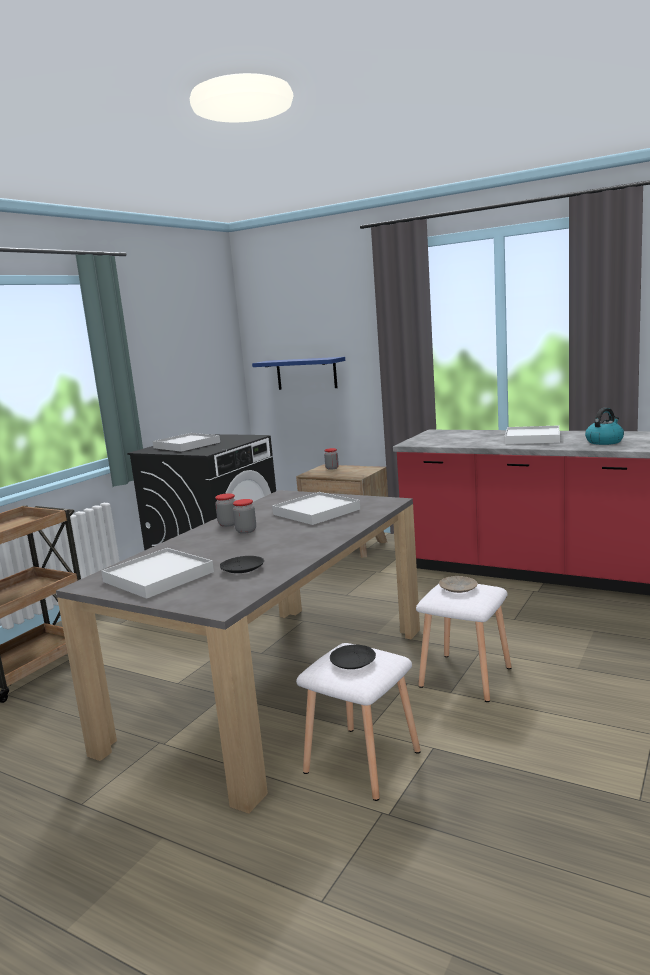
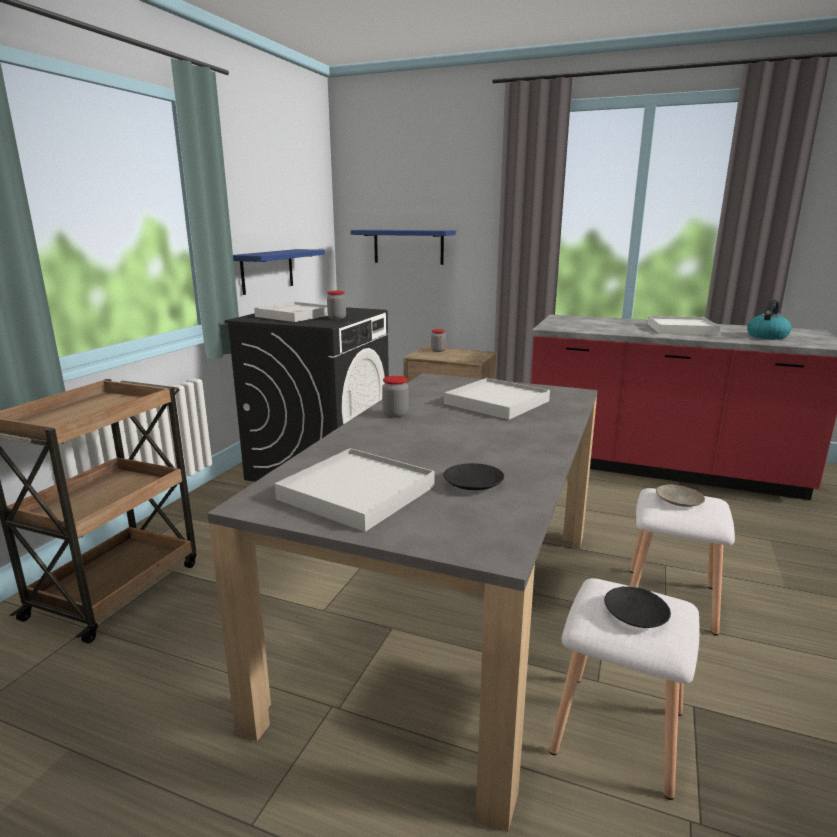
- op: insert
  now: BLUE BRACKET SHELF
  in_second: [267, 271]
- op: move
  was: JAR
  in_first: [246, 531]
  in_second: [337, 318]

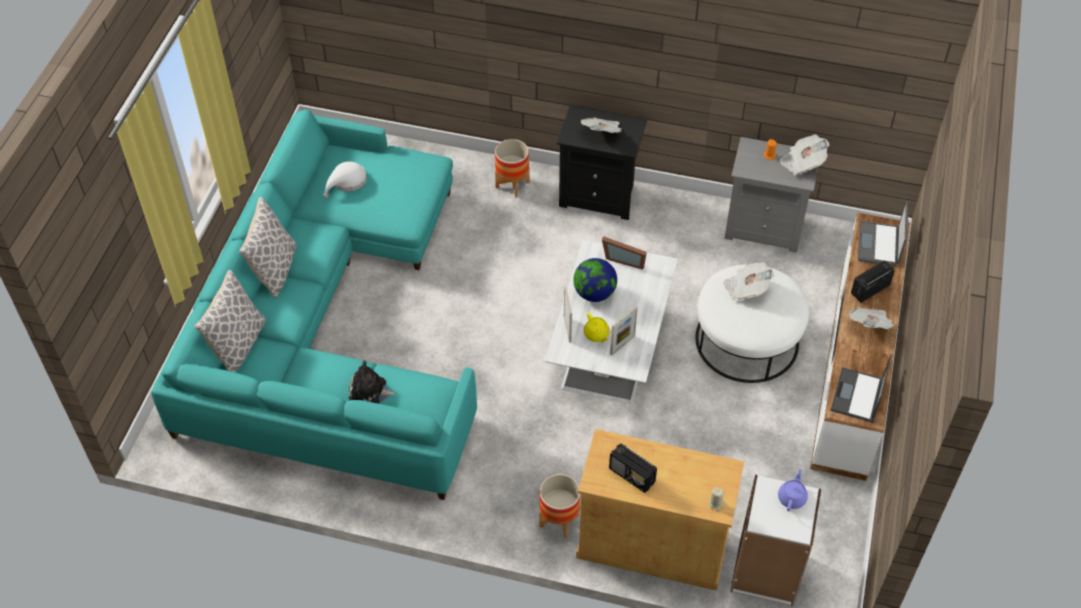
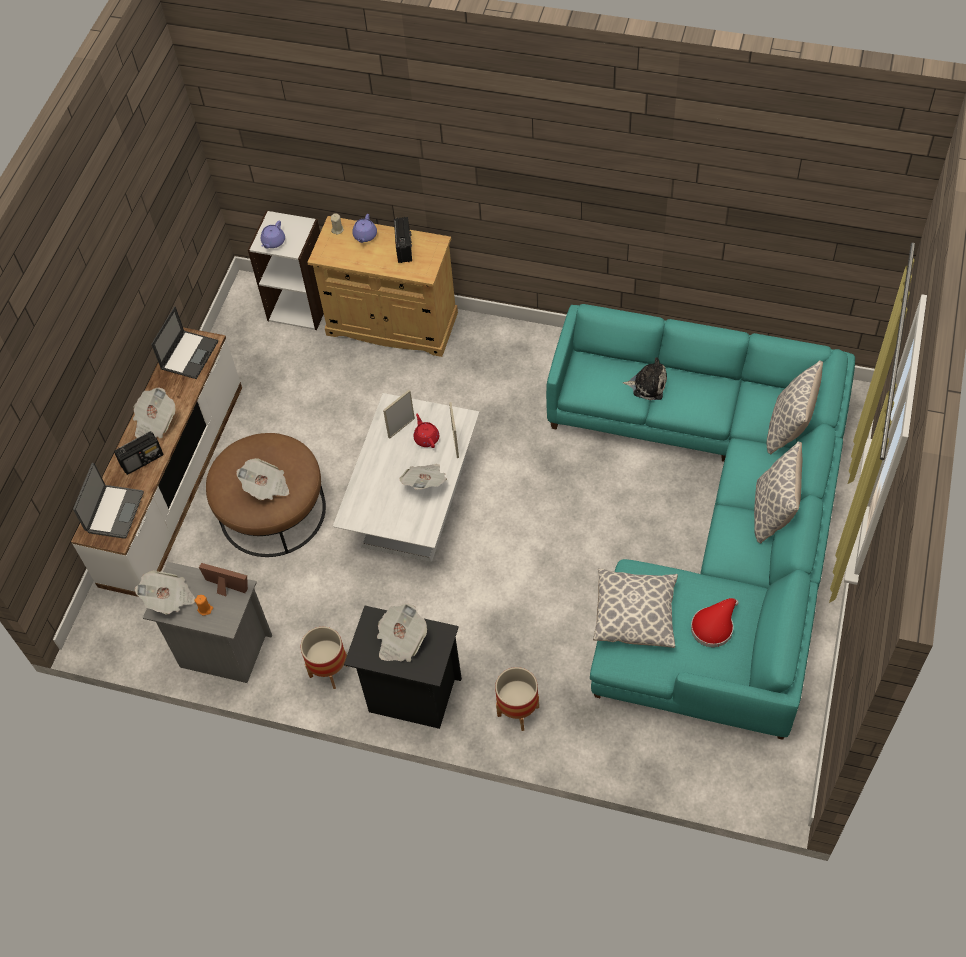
- op: insert
  now: PURPLE POT FOR TEA
  in_second: [365, 236]
- op: insert
  now: PILLOW
  in_second: [635, 615]
- op: move
  was: FLOWER POT
  in_first: [559, 521]
  in_second: [329, 670]
- op: move
  was: STANDING FRAME
  in_first: [624, 259]
  in_second: [226, 589]
- op: replace
  was: WORLD GLOBE
  now: PRINTED PAPER
  in_first: [594, 293]
  in_second: [425, 483]
- op: recolor
  was: WHITE CLOTHING HAT
  now: REDDISH CLOTHING HAT
  in_first: [347, 181]
  in_second: [714, 626]
- op: recolor
  was: YELLOWISH POT FOR TEA
  now: REDDISH POT FOR TEA
  in_first: [596, 334]
  in_second: [426, 438]
- op: recolor
  was: WHITE FOOTREST
  now: BROWNISH FOOTREST
  in_first: [747, 340]
  in_second: [272, 510]
- op: rotate
  was: RADIO SET
  in_first: [632, 476]
  in_second: [404, 248]
  clockwise: 45

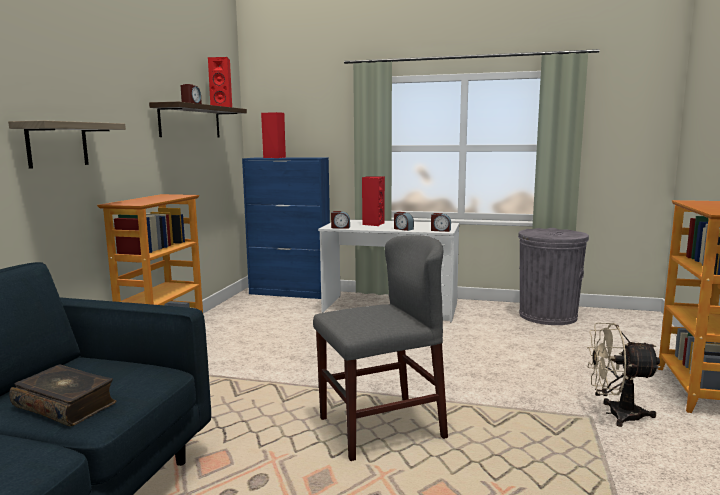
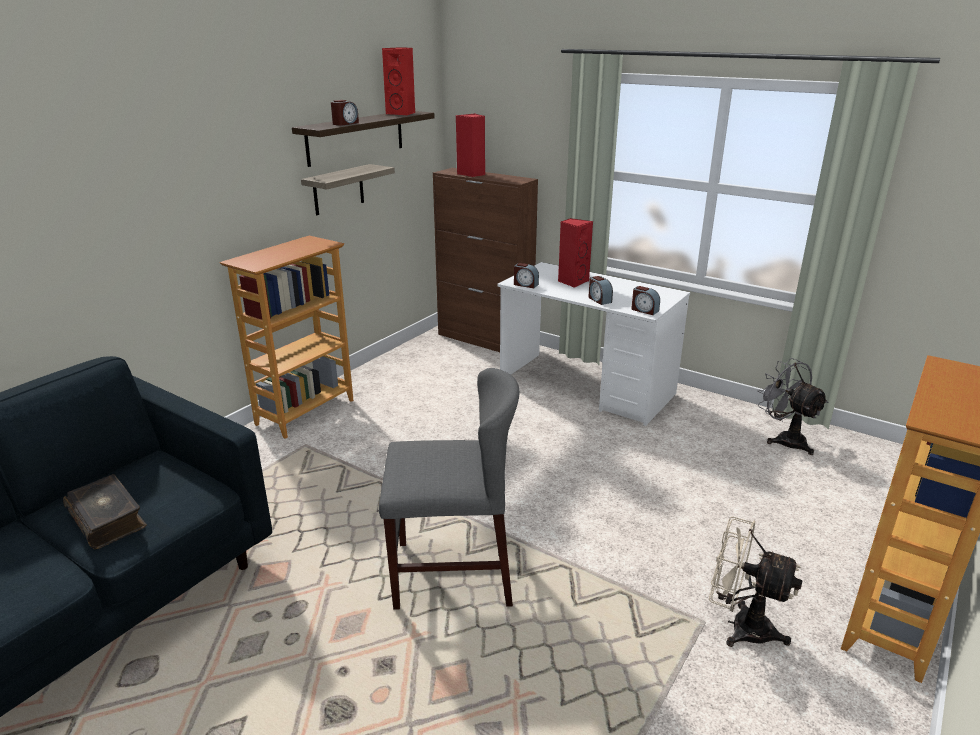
- op: move
  was: BRACKET SHELF
  in_first: [57, 144]
  in_second: [338, 190]
- op: replace
  was: GRAY RUBBISH BIN
  now: GRAY FAN
  in_first: [547, 316]
  in_second: [785, 439]
- op: recolor
  was: BLUE CUPBOARD
  now: BROWNISH CUPBOARD
  in_first: [290, 293]
  in_second: [485, 340]

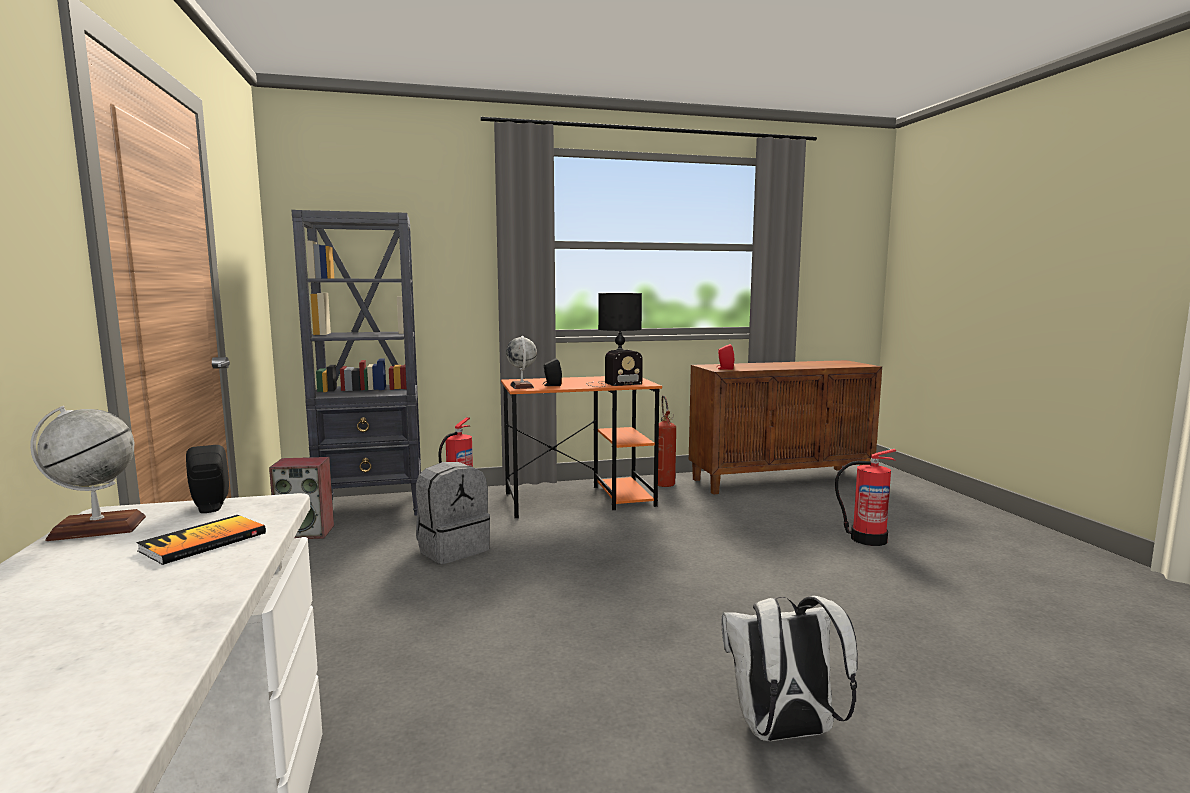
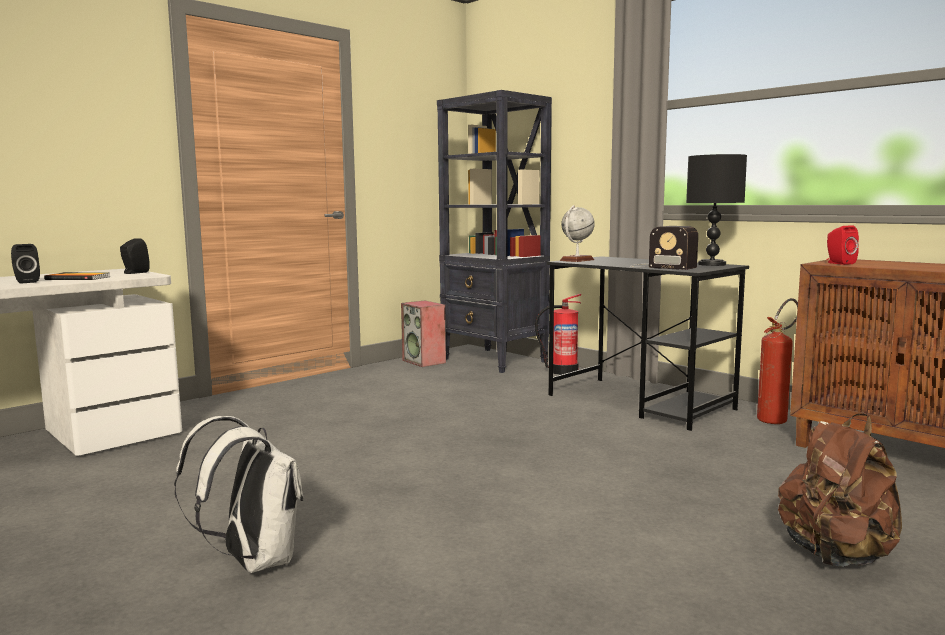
- op: delete
  was: WORLD GLOBE
  in_first: [97, 528]
- op: delete
  was: GRAY BACKPACK
  in_first: [452, 549]
- op: move
  was: BLACKISH AUDIO SPEAKER
  in_first: [551, 385]
  in_second: [26, 282]
- op: replace
  was: FIRE EXTINGUISHER
  now: BROWNISH BACKPACK
  in_first: [867, 539]
  in_second: [836, 556]
- op: recolor
  was: ORANGEY DESK
  now: BLACKISH DESK
  in_first: [580, 499]
  in_second: [640, 402]

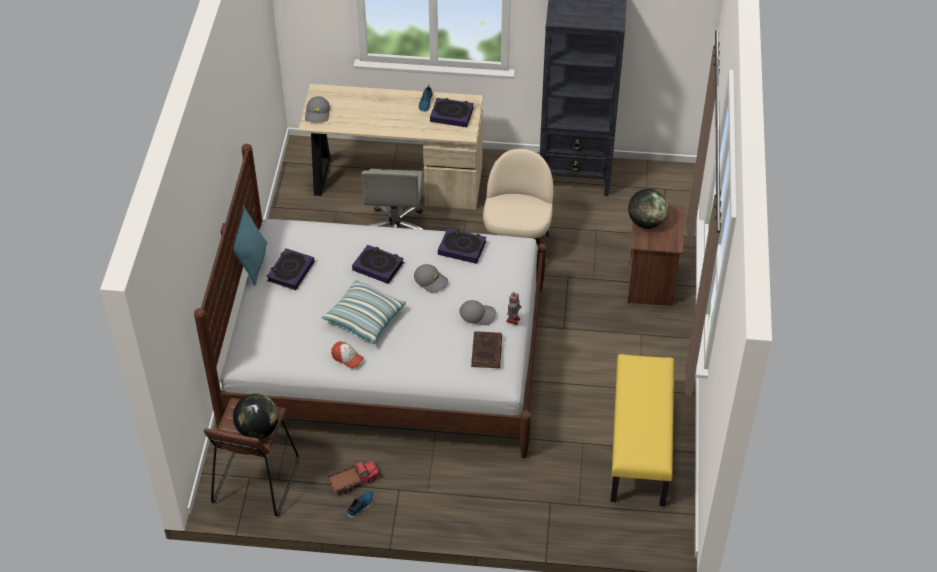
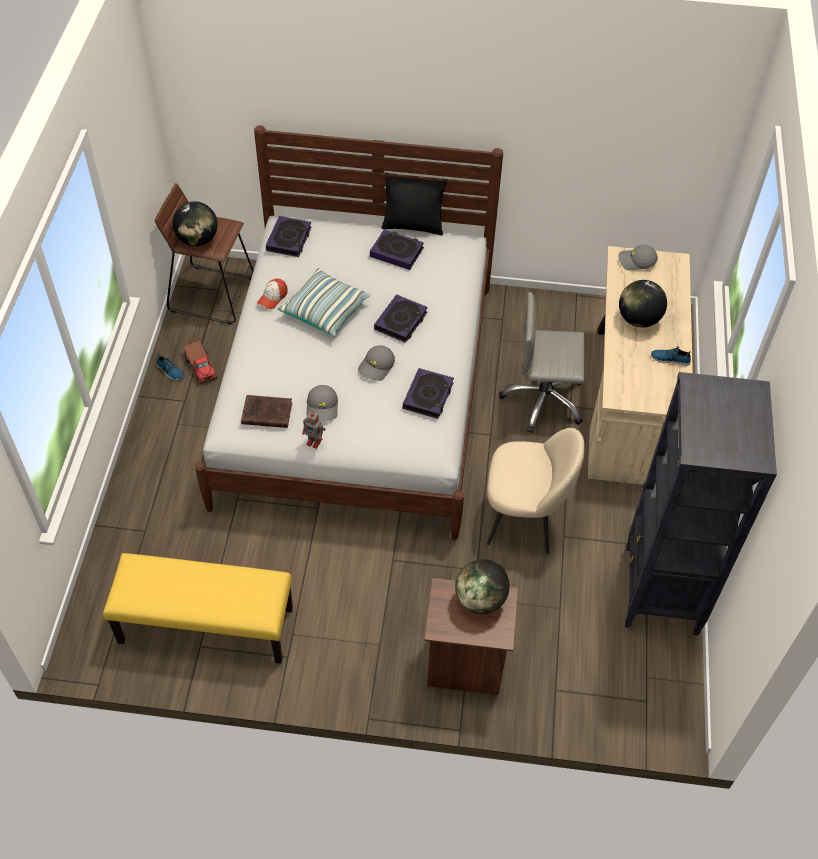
- op: insert
  now: WORLD GLOBE
  in_second: [638, 319]
- op: move
  was: VOLUME
  in_first: [452, 115]
  in_second: [289, 239]
- op: recolor
  was: TURQUOISE-COLOURED PILLOW
  now: BLACKISH PILLOW
  in_first: [253, 263]
  in_second: [413, 226]

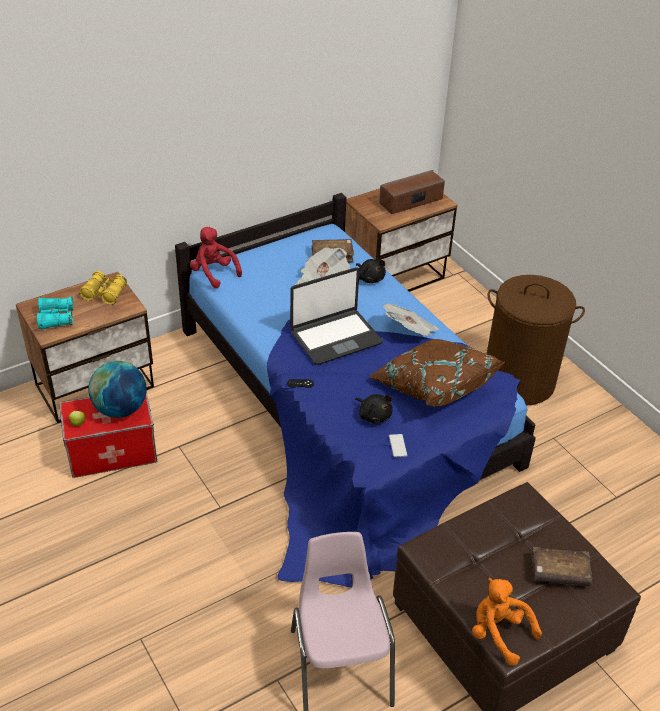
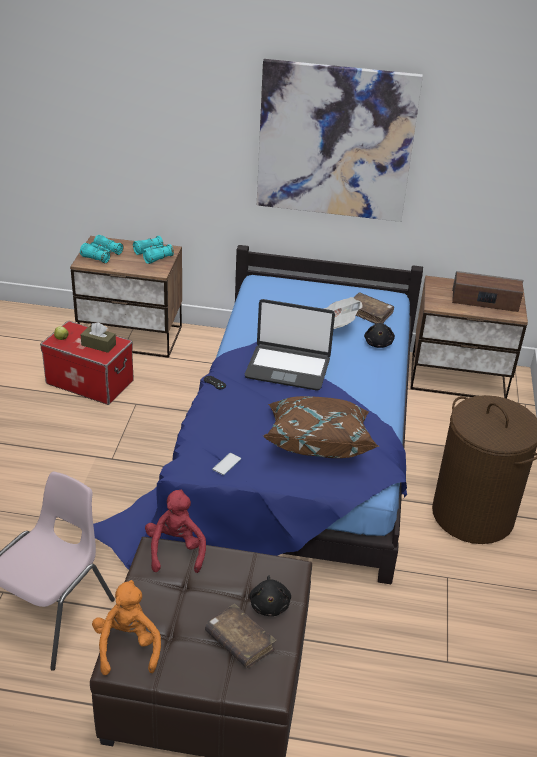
- op: delete
  was: PRINTED PAPER
  in_first: [410, 332]
- op: insert
  now: PICTURE
  in_second: [335, 142]
- op: move
  was: REDDISH SOFT TOY
  in_first: [214, 273]
  in_second: [176, 550]
- op: move
  was: BLACKISH SOFT TOY
  in_first: [374, 415]
  in_second: [269, 604]
- op: replace
  was: WORLD GLOBE
  now: BROWNISH BOX OF TISSUES
  in_first: [120, 409]
  in_second: [98, 345]
- op: recolor
  was: YELLOWISH BINOCULARS
  now: TURQUOISE-COLOURED BINOCULARS
  in_first: [104, 293]
  in_second: [153, 255]

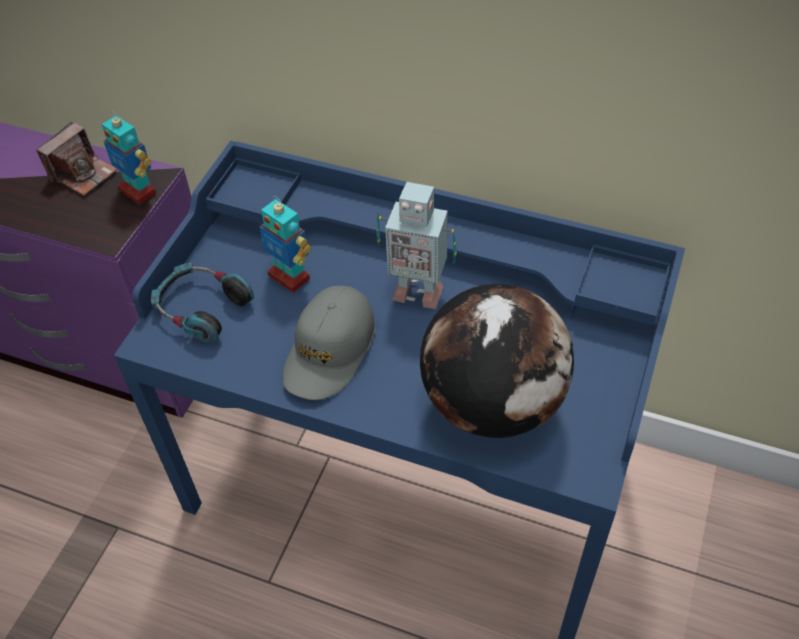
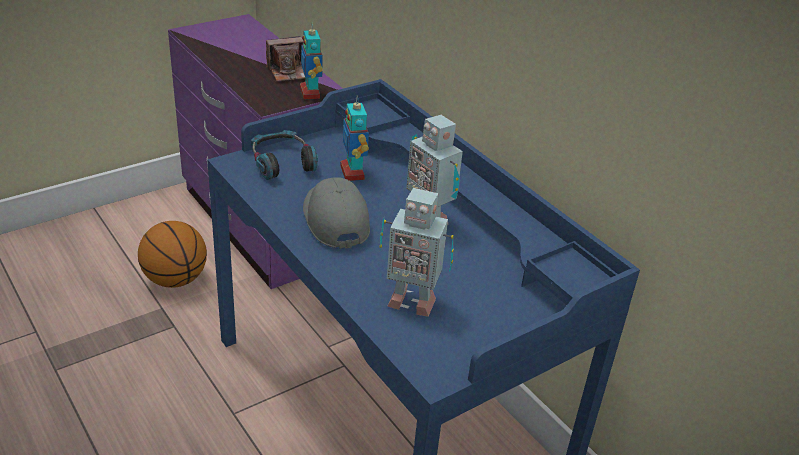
- op: insert
  now: BASKETBALL
  in_second: [175, 279]
- op: replace
  was: WORLD GLOBE
  now: TOY ROBOT
  in_first: [493, 403]
  in_second: [411, 300]
- op: rotate
  was: GRAY BASEBALL CAP
  in_first: [330, 351]
  in_second: [334, 219]
  clockwise: 105

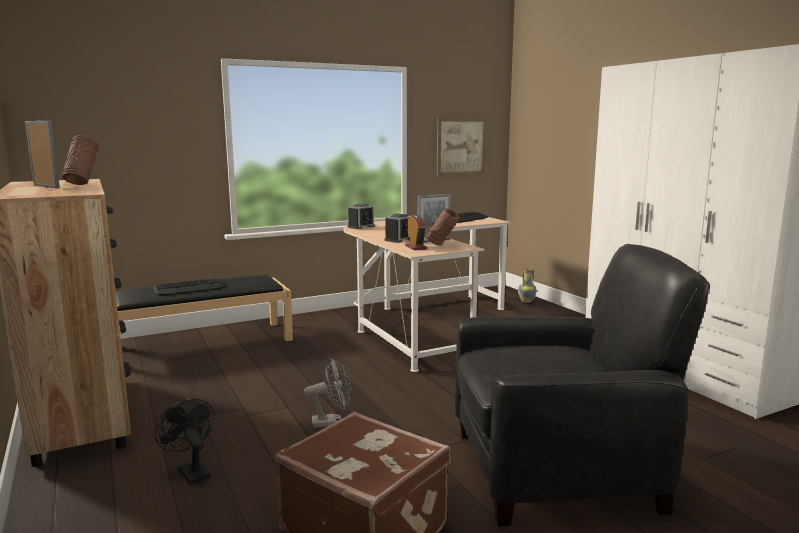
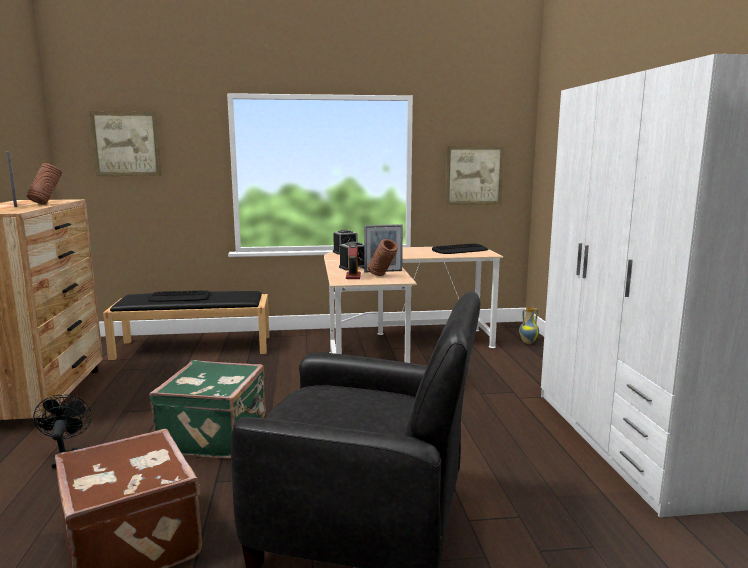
- op: insert
  now: PICTURE
  in_second: [126, 144]
- op: replace
  was: GRAY FAN
  now: GREENISH SUITCASE
  in_first: [332, 422]
  in_second: [216, 435]

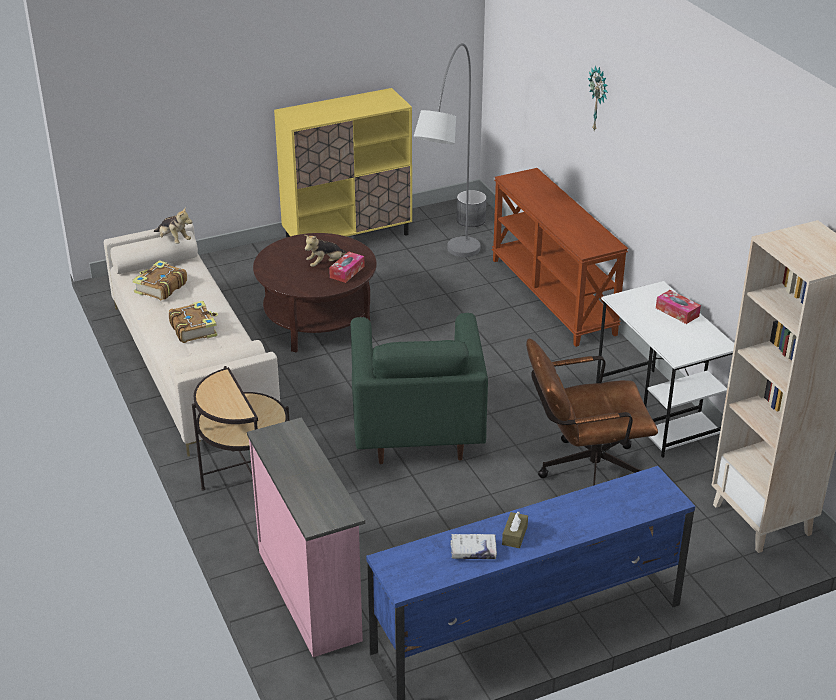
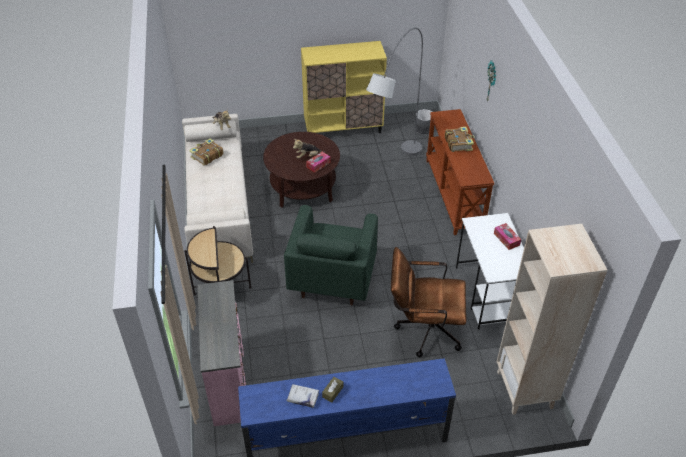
- op: move
  was: VOLUME
  in_first: [194, 328]
  in_second: [458, 143]

